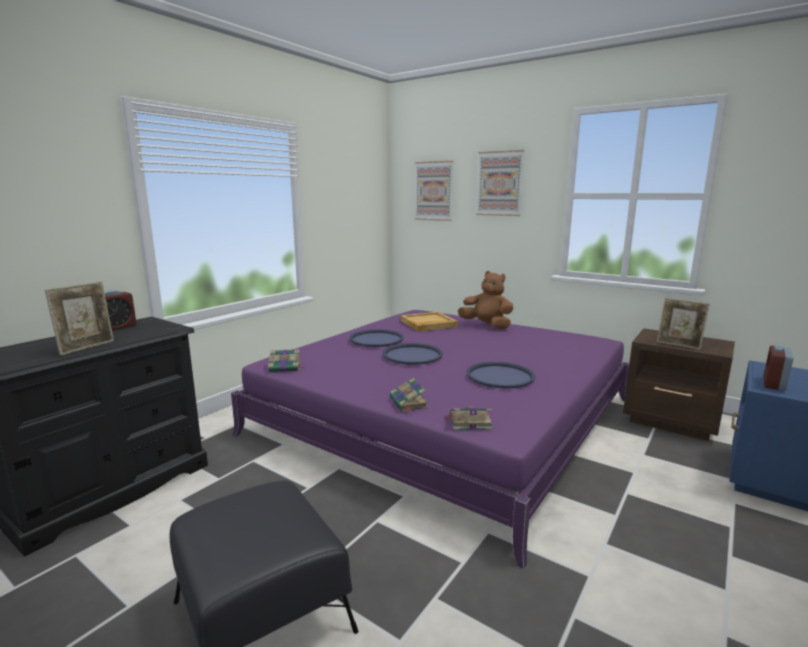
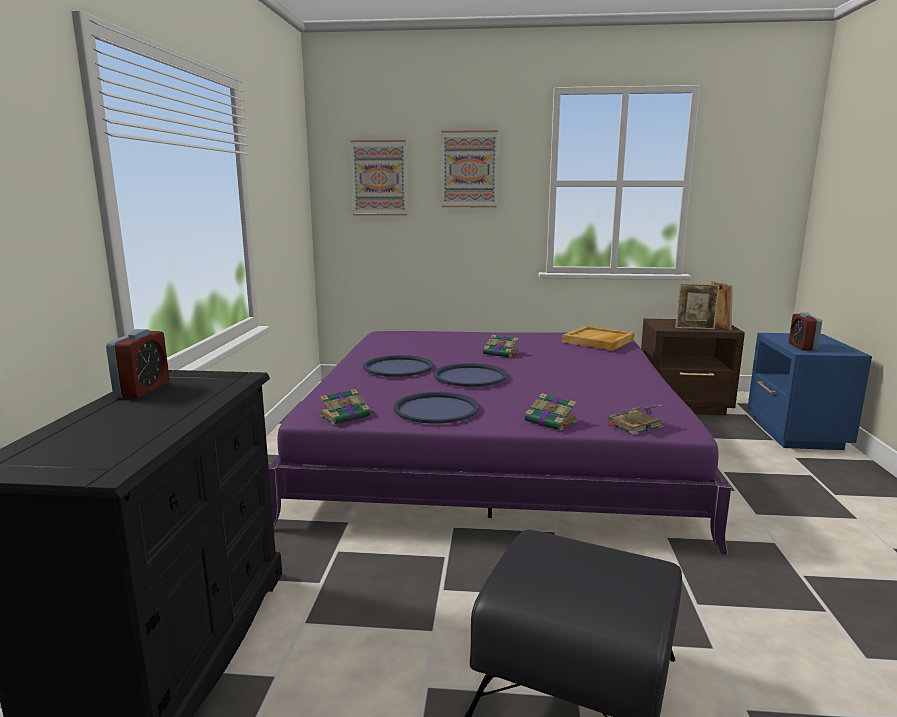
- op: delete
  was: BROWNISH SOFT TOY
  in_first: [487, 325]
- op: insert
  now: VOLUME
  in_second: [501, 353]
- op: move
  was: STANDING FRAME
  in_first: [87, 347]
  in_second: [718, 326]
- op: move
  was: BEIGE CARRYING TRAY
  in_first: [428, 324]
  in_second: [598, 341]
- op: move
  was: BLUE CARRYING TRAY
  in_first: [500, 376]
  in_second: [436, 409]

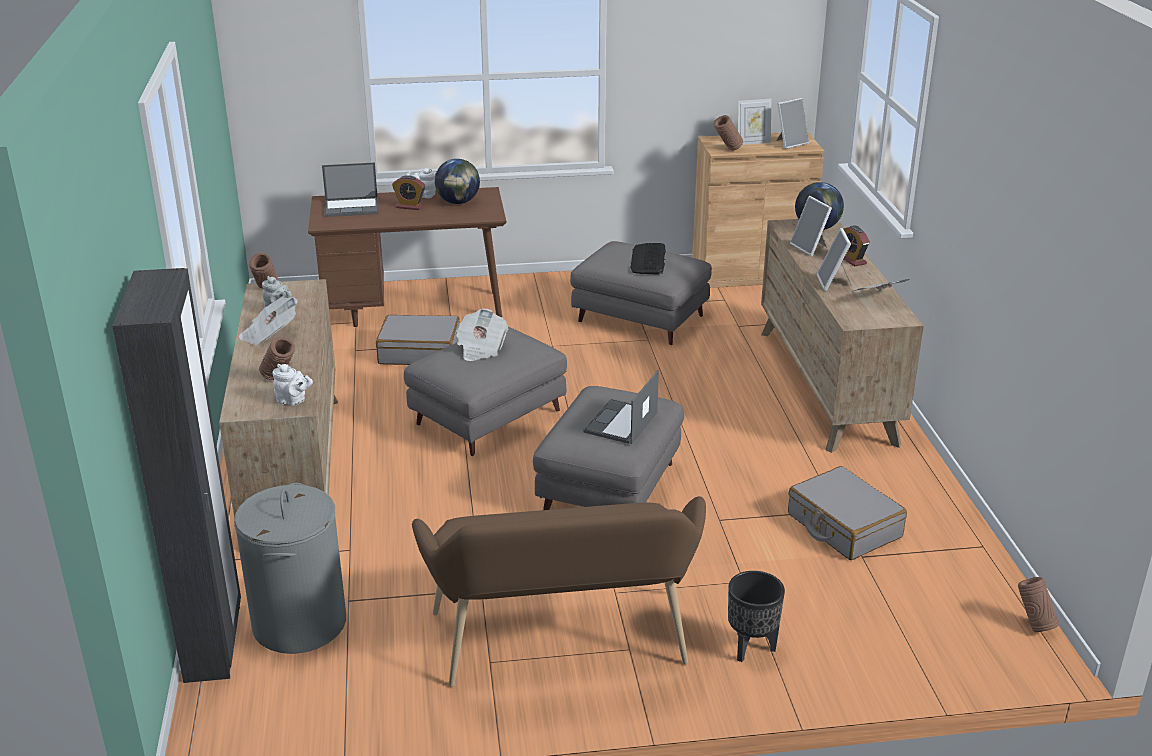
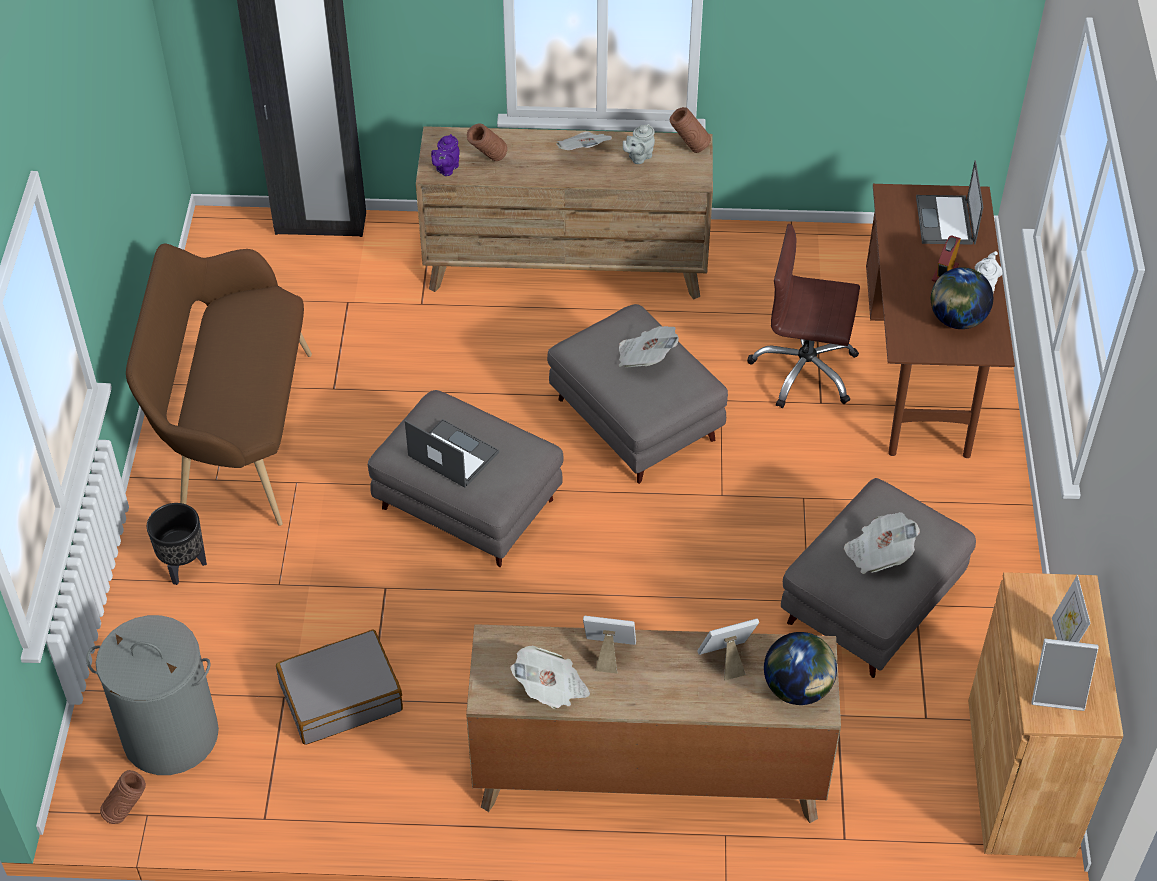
- op: delete
  was: BROWNISH DECORATIVE VASE
  in_first: [727, 150]
- op: delete
  was: ALARM CLOCK
  in_first: [852, 260]
- op: move
  was: GRAY HAMPER
  in_first: [300, 623]
  in_second: [170, 735]
- op: replace
  was: GRAY SUITCASE
  now: BROWNISH OFFICE CHAIR
  in_first: [420, 351]
  in_second: [804, 371]
- op: replace
  was: KEYBOARD
  now: PRINTED PAPER
  in_first: [648, 260]
  in_second: [878, 554]
- op: recolor
  was: WHITE POT FOR TEA
  now: PURPLE POT FOR TEA
  in_first: [293, 401]
  in_second: [446, 169]
- op: rotate
  was: STANDING FRAME
  in_first: [790, 143]
  in_second: [1058, 692]
  clockwise: -60

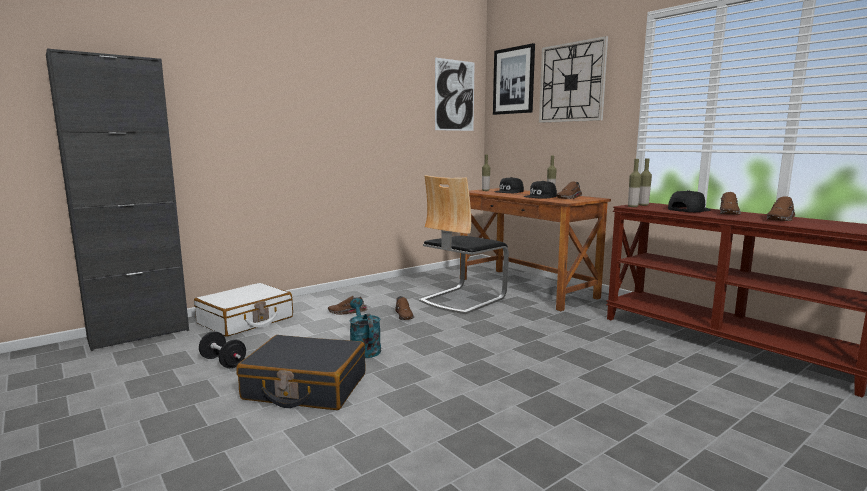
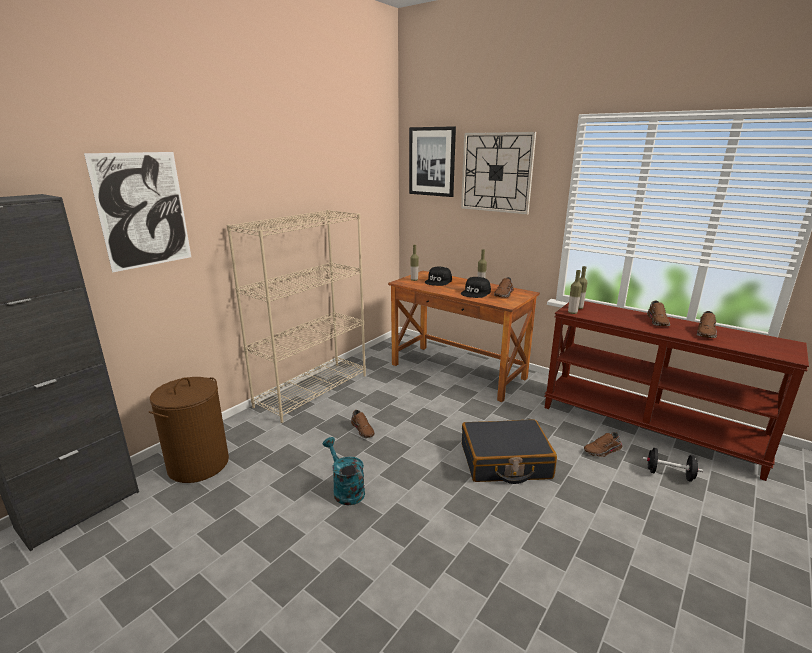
- op: delete
  was: UPRIGHT CHAIR
  in_first: [462, 299]
- op: delete
  was: BLACKISH BASEBALL CAP
  in_first: [688, 209]
- op: insert
  now: BEIGE BOOKCASE
  in_second: [312, 390]
- op: move
  was: BLACKISH HAND WEIGHT
  in_first: [223, 362]
  in_second: [669, 474]
- op: move
  was: BLACKISH SUITCASE
  in_first: [305, 387]
  in_second: [505, 462]
- op: move
  was: BROWNISH SHOE
  in_first: [347, 312]
  in_second: [603, 451]
- op: move
  was: PICTURE
  in_first: [455, 95]
  in_second: [143, 210]
- op: replace
  was: WHITE SUITCASE
  now: BROWNISH HAMPER
  in_first: [246, 321]
  in_second: [199, 464]

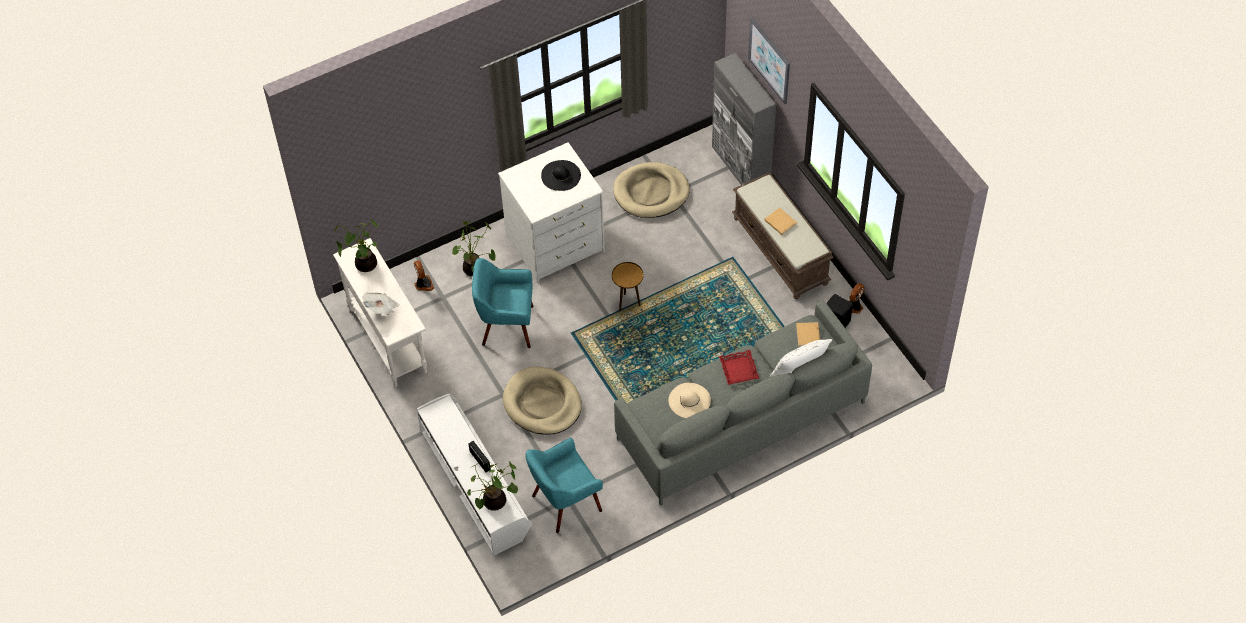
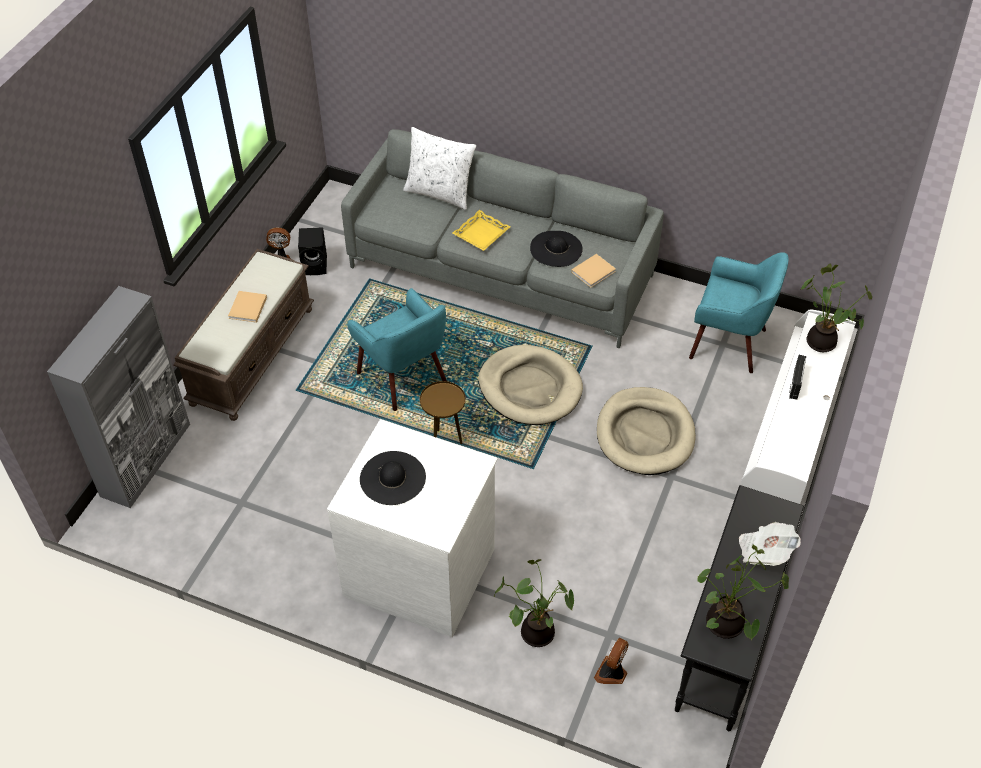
- op: delete
  was: PICTURE
  in_first: [769, 60]
- op: move
  was: TURQUOISE-COLOURED LOUNGE CHAIR
  in_first: [506, 326]
  in_second: [403, 377]
- op: move
  was: BEIGE DOG BED
  in_first: [651, 192]
  in_second: [530, 388]
- op: move
  was: BEIGE VOLUME
  in_first: [808, 336]
  in_second: [594, 271]
- op: recolor
  was: WHITE NARROW TABLE
  now: BLACKISH NARROW TABLE
  in_first: [388, 340]
  in_second: [725, 647]
- op: recolor
  was: BEIGE CLOTHING HAT
  now: BLACKISH CLOTHING HAT
  in_first: [689, 400]
  in_second: [556, 249]
- op: recolor
  was: REDDISH CARRYING TRAY
  now: YELLOWISH CARRYING TRAY
  in_first: [738, 369]
  in_second: [481, 234]

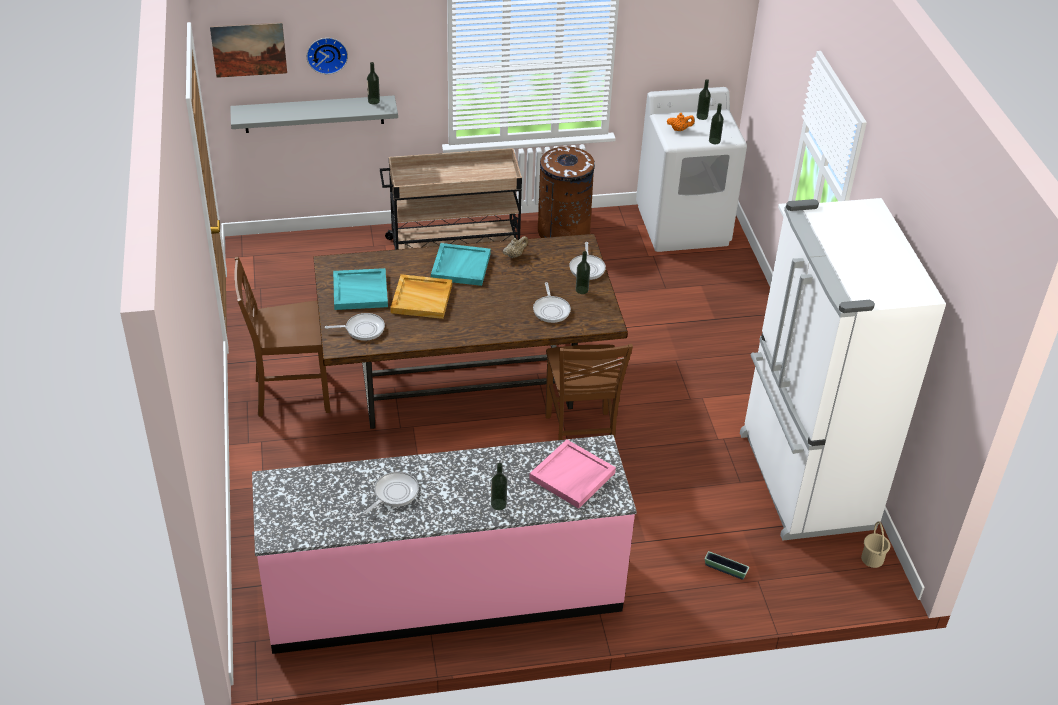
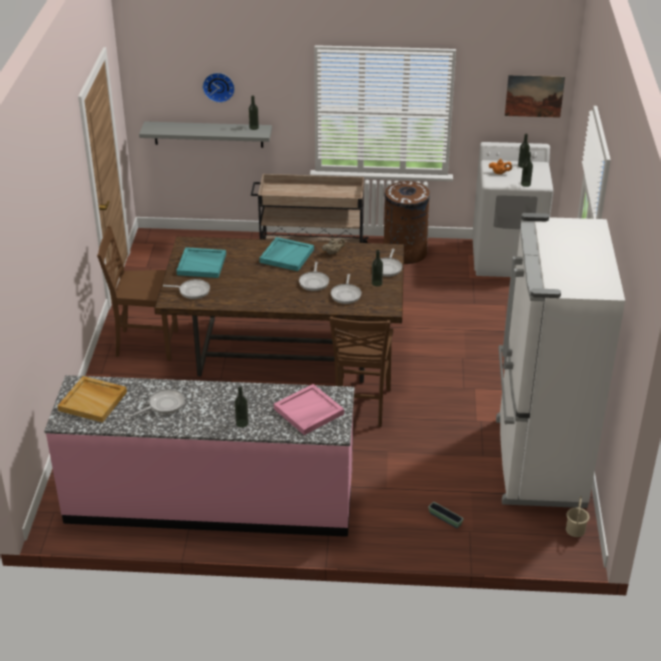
- op: insert
  now: FRYING PAN
  in_second: [314, 282]
- op: move
  was: PICTURE
  in_first: [249, 49]
  in_second: [534, 95]
- op: move
  was: BEIGE CARRYING TRAY
  in_first: [422, 298]
  in_second: [93, 401]

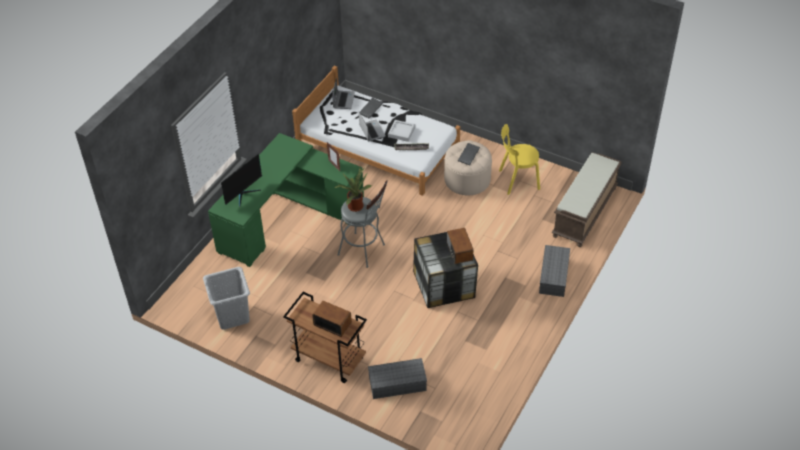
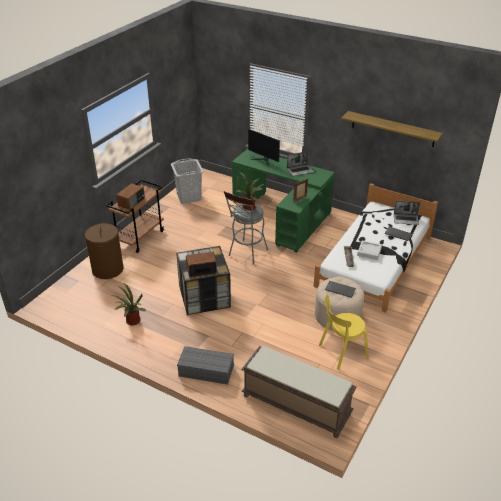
- op: insert
  now: HOUSEPLANT
  in_second: [131, 321]
- op: insert
  now: BRACKET SHELF
  in_second: [393, 129]
- op: move
  was: NOTEBOOK COMPUTER
  in_first: [371, 131]
  in_second: [300, 170]
- op: replace
  was: GRAY STORAGE CONTAINER
  now: BROWNISH HAMPER
  in_first: [396, 384]
  in_second: [107, 269]
- op: rotate
  was: YELLOWISH UPRIGHT CHAIR
  in_first: [517, 180]
  in_second: [341, 352]
  clockwise: -105

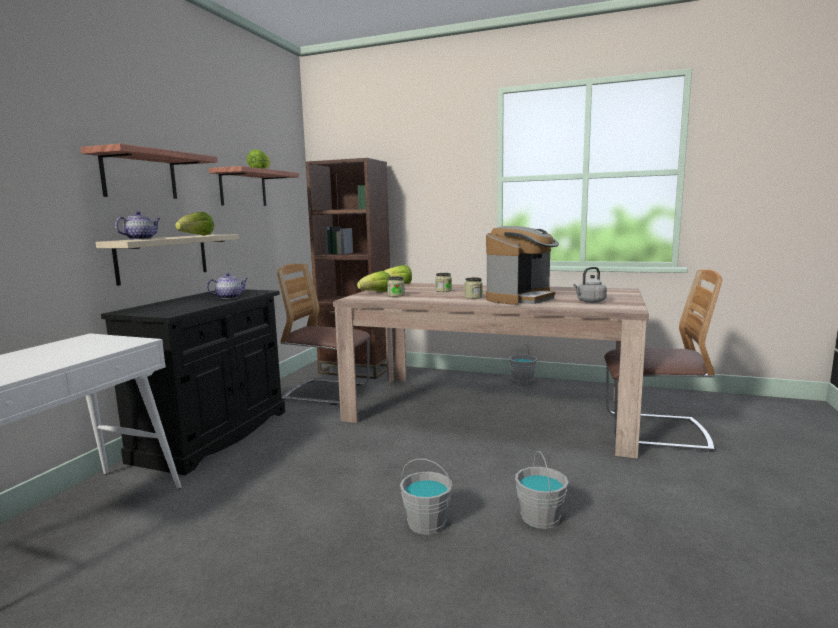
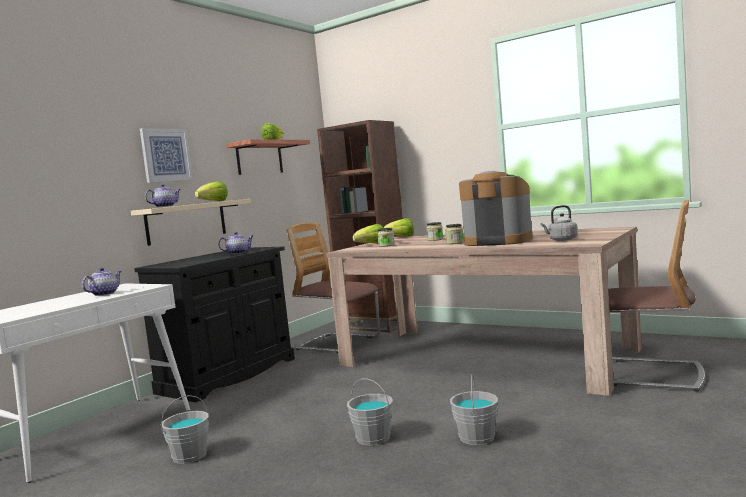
- op: insert
  now: POT FOR TEA
  in_second: [105, 294]
- op: move
  was: GRAY PAIL
  in_first: [522, 380]
  in_second: [190, 456]
- op: replace
  was: BRACKET SHELF
  now: PICTURE
  in_first: [139, 175]
  in_second: [166, 155]
- op: rotate
  was: COFFEE BREWER
  in_first: [520, 299]
  in_second: [498, 241]
  clockwise: -120

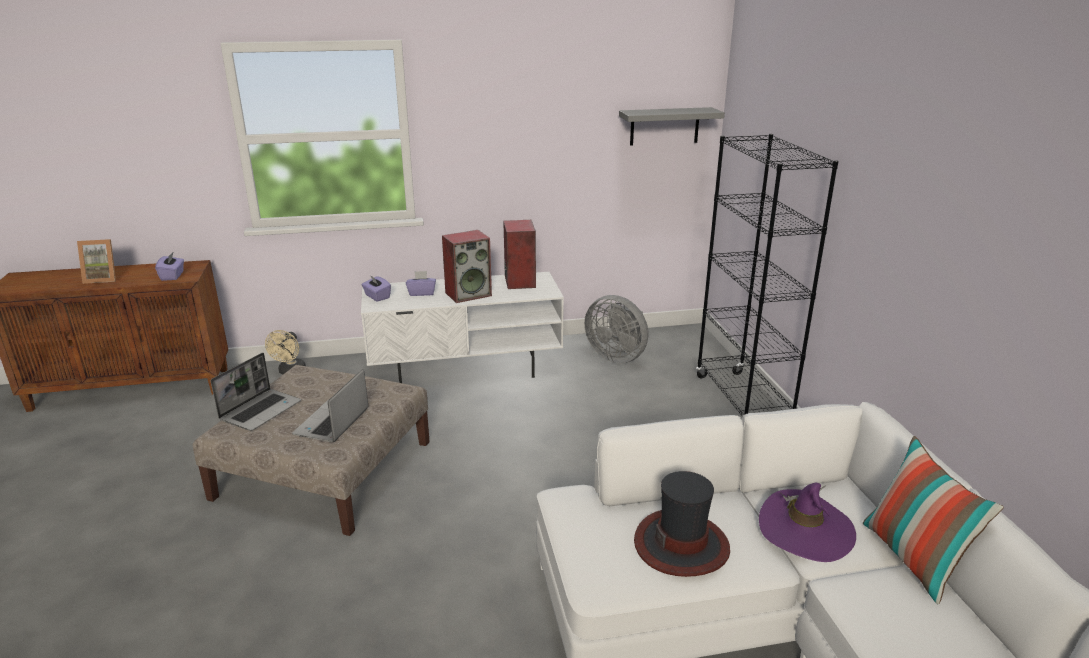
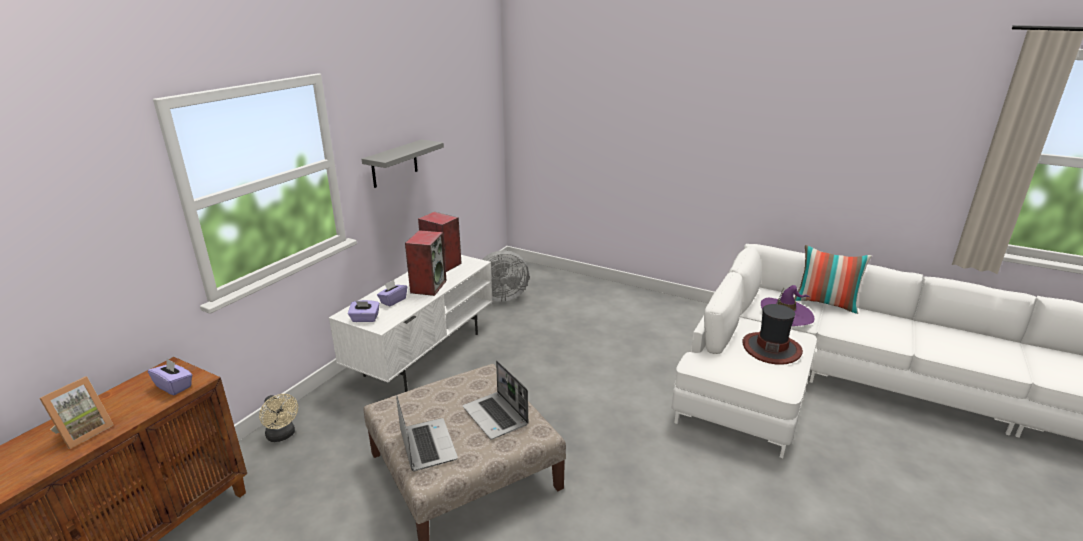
- op: delete
  was: BLACKISH BOOKCASE
  in_first: [742, 403]
- op: move
  was: GRAY BRACKET SHELF
  in_first: [664, 126]
  in_second: [394, 163]

